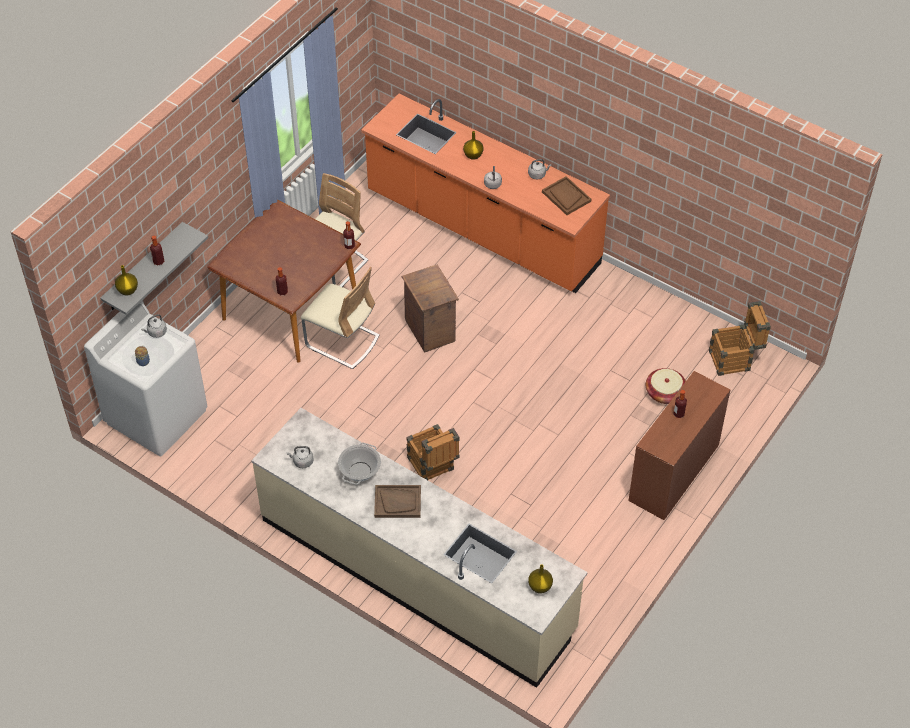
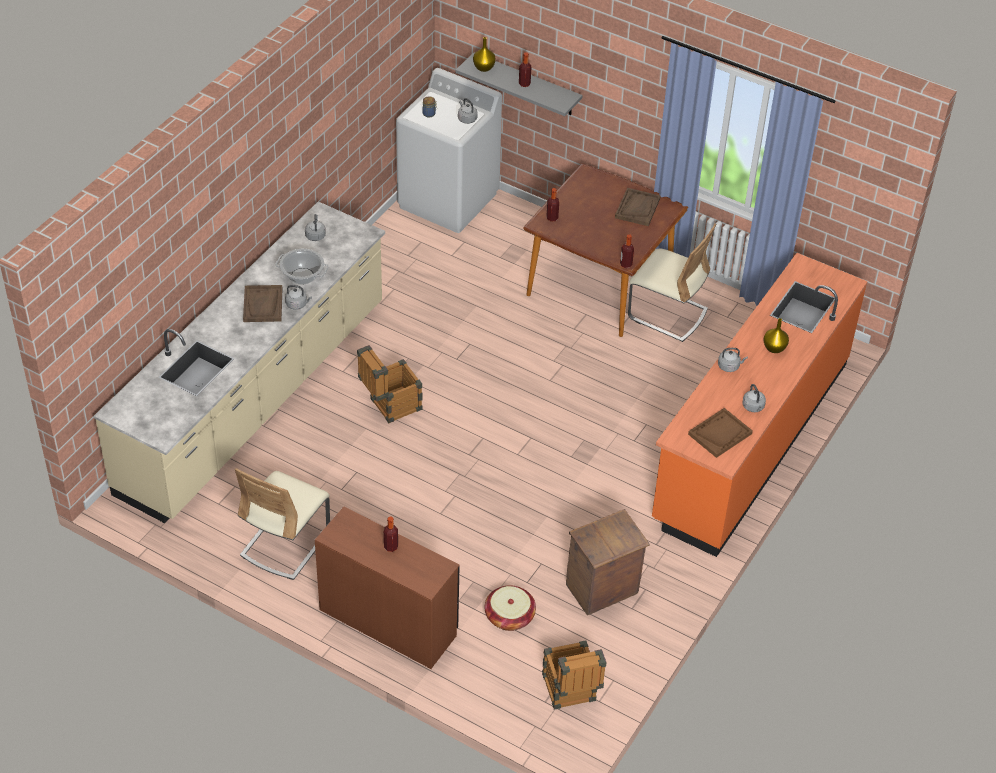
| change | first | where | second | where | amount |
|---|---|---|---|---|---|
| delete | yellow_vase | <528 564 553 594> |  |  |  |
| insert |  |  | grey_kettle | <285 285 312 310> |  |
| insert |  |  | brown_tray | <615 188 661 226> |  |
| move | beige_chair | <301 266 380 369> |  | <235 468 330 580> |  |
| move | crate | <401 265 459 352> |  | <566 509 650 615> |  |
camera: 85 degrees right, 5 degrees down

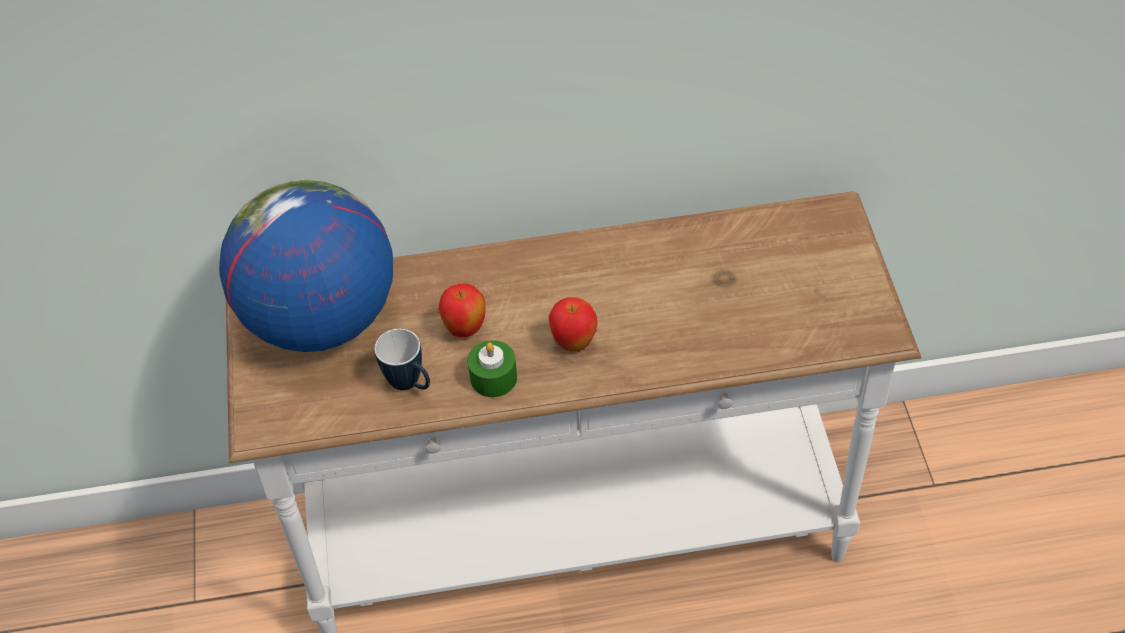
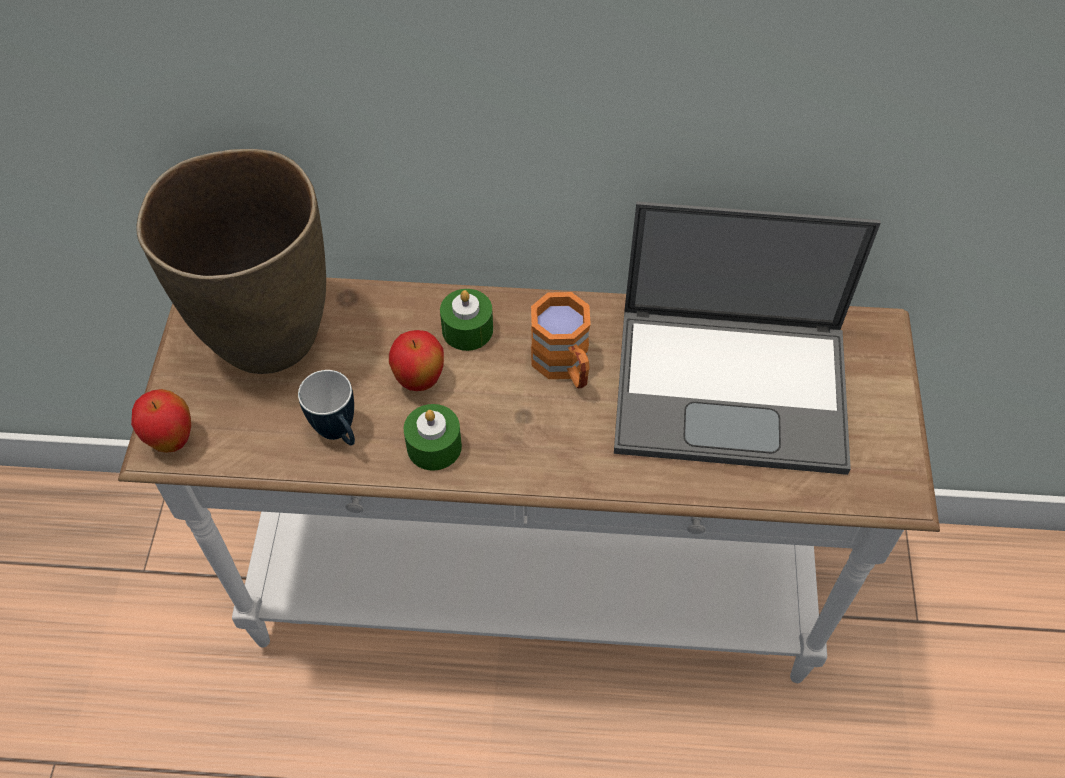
| change | first | where | second | where | amount |
|---|---|---|---|---|---|
| insert |  |  | green_candle | <440 289 493 351> |  |
| insert |  |  | orange_mug | <531 292 591 389> |  |
| insert |  |  | laptop | <614 201 881 475> |  |
| move | apple | <549 297 597 351> |  | <131 389 191 453> |  |
| replace | globe | <219 180 393 352> | brown_vase | <136 149 326 374> |  |
camera: 10 degrees right, 5 degrees up

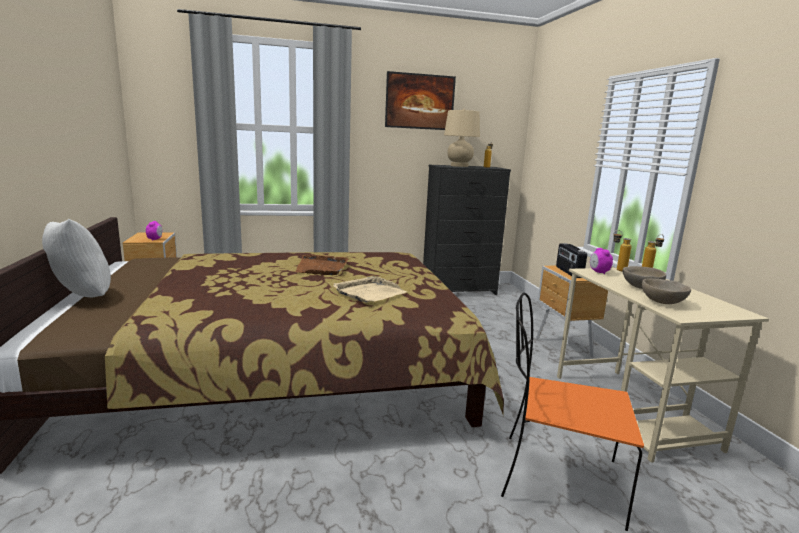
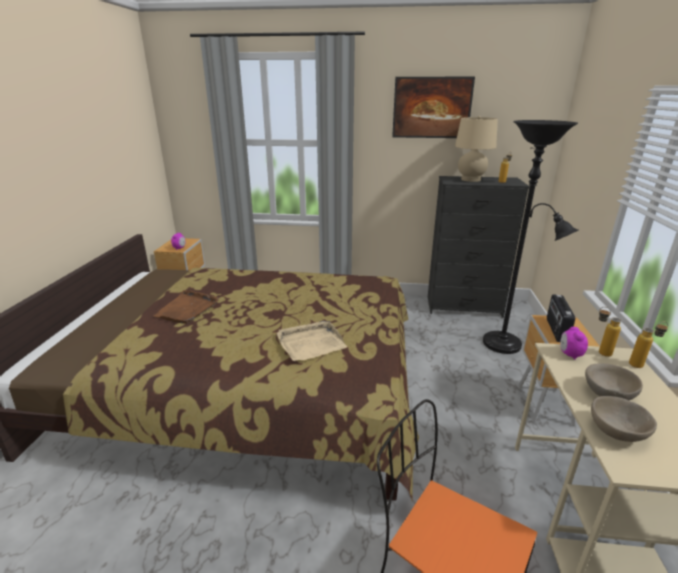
| change | first | where | second | where | amount |
|---|---|---|---|---|---|
| delete | white_pillow | <42 219 111 298> |  |  |  |
| insert |  |  | black_floor_lamp | <483 120 578 354> |  |
| move | brown_tray | <296 254 348 275> |  | <153 290 219 324> |  |
camera: 20 degrees right, 10 degrees up

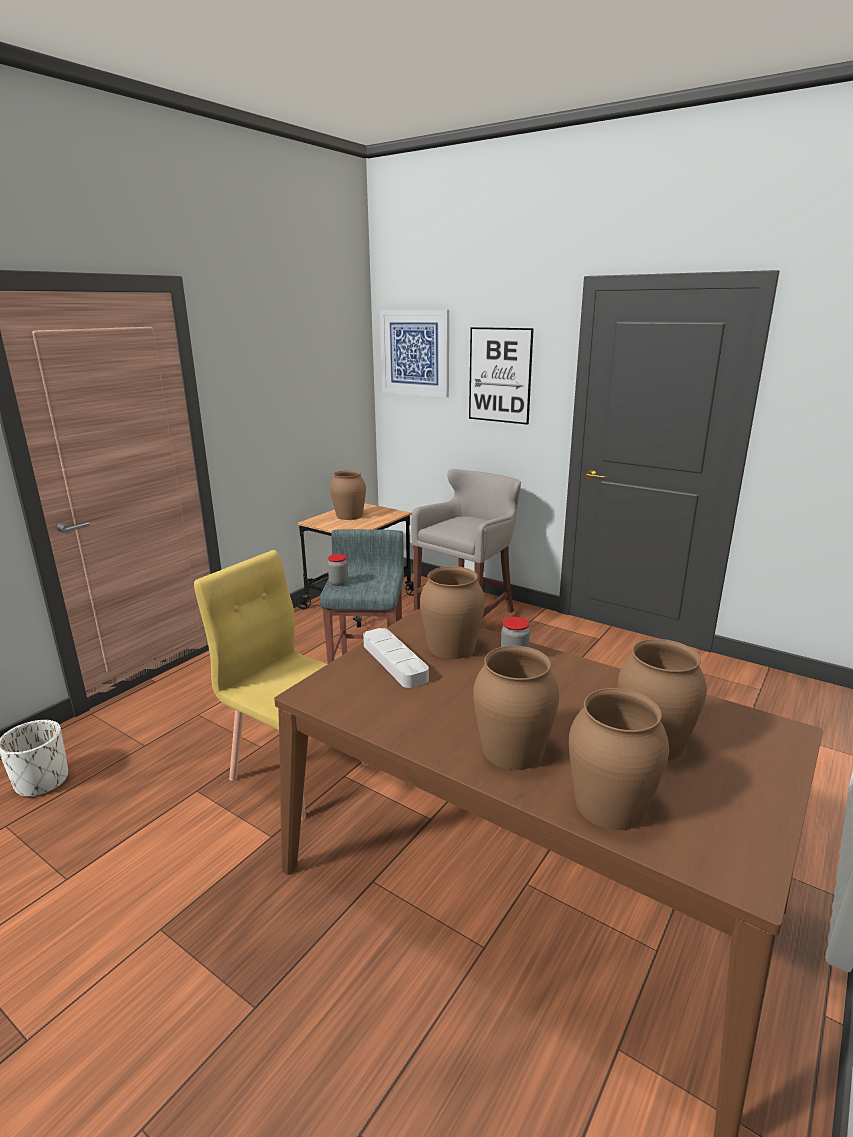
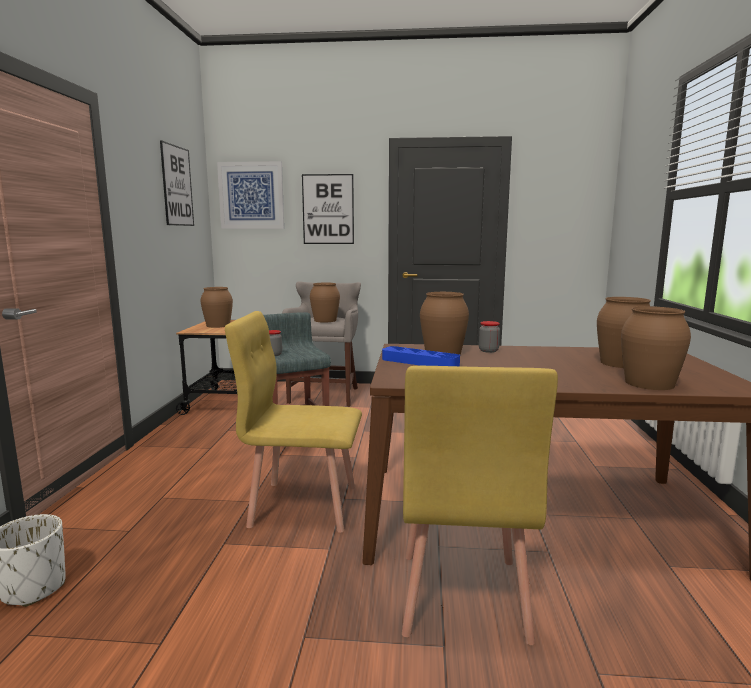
| change | first | where | second | where | amount |
|---|---|---|---|---|---|
| insert |  |  | picture | <160 140 194 226> |  |
| insert |  |  | yellow_chair | <402 366 558 645> |  |
| move | brown_vase | <473 646 559 770> |  | <310 283 340 322> |  |
| recolor | grey_tray | <363 628 429 688> | blue_tray | <382 346 460 366> |  |
camera: 30 degrees left, 10 degrees down

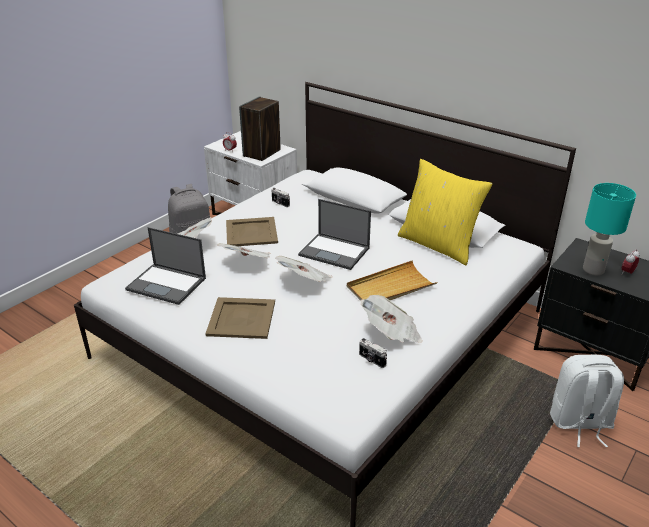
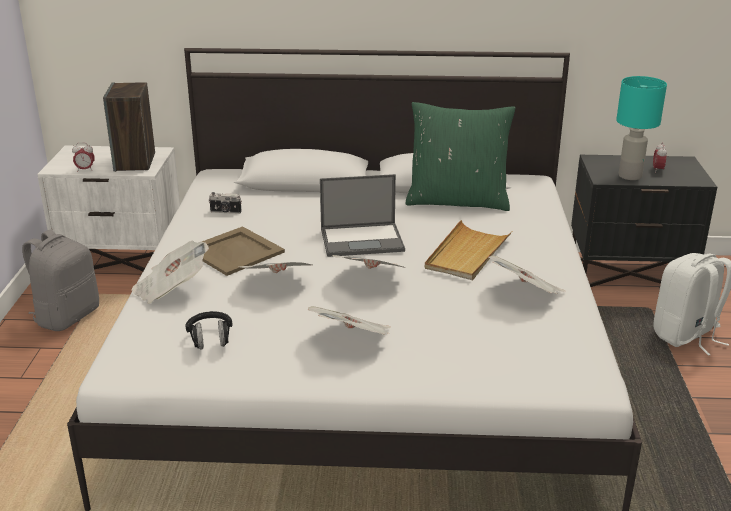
| change | first | where | second | where | amount |
|---|---|---|---|---|---|
| delete | photo_camera | <359 338 387 368> |  |  |  |
| replace | laptop | <125 227 206 305> | black_headphones | <185 311 233 350> |  |
| replace | beige_tray | <205 297 275 339> | newspaper | <308 306 391 335> |  |
| recolor | yellow_pillow | <398 159 492 265> | green_pillow | <406 102 515 211> |  |
camera: 35 degrees left, 5 degrees down

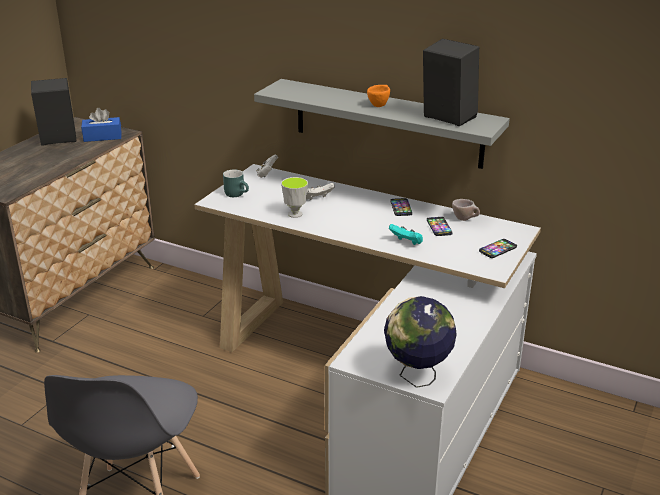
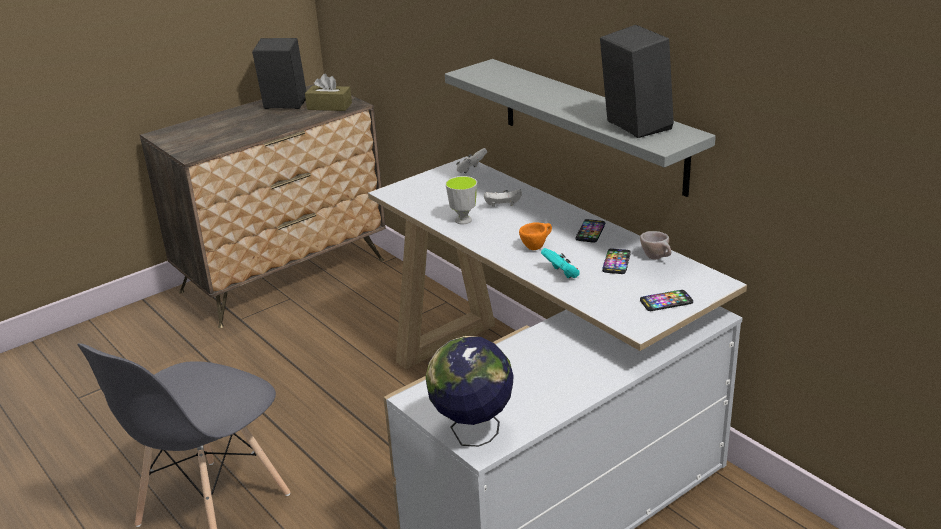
| change | first | where | second | where | amount |
|---|---|---|---|---|---|
| delete | turquoise_mug | <223 169 249 197> |  |  |  |
| move | orange_cup | <367 85 390 107> |  | <519 222 552 250> |  |
| recolor | blue_tissue_box | <81 108 121 142> | brown_tissue_box | <305 74 352 111> |  |
camera: 25 degrees right, 0 degrees up

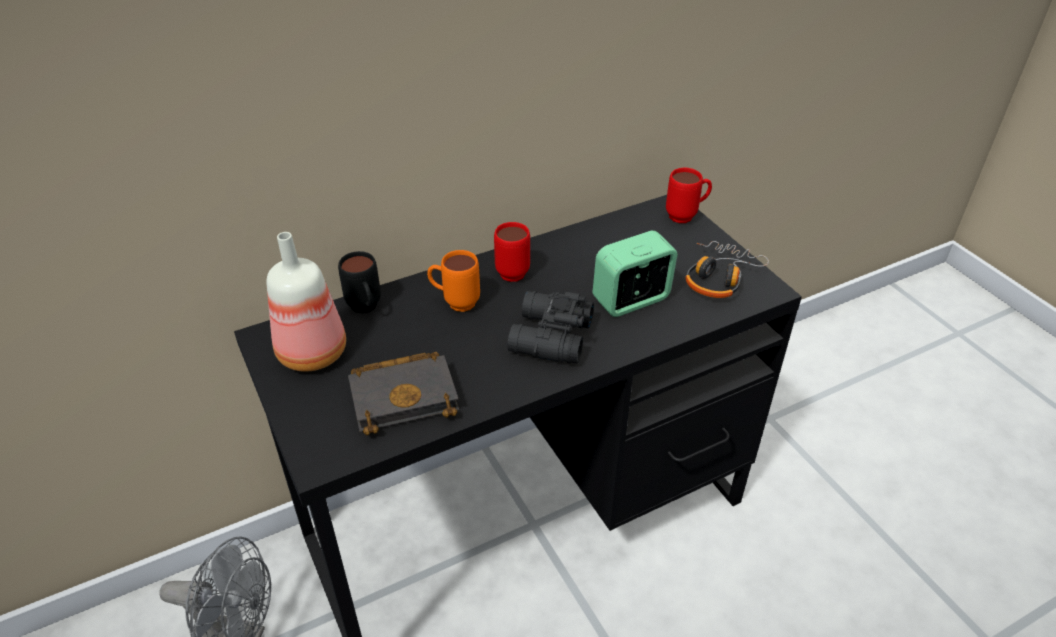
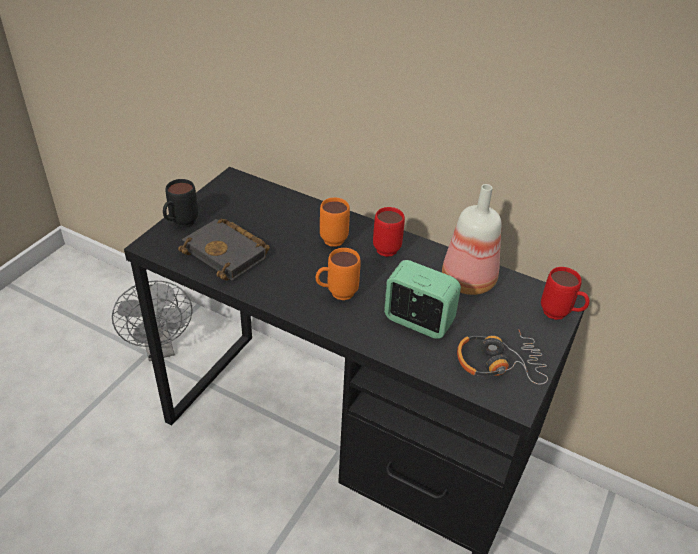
| change | first | where | second | where | amount |
|---|---|---|---|---|---|
| move | bottle | <267 232 346 372> |  | <442 184 501 295> |  |
| move | black_mug | <338 251 381 313> |  | <163 179 198 228> |  |
| replace | black_binoculars | <507 291 594 364> | orange_mug | <316 248 361 300> |  |
camera: 55 degrees right, 0 degrees up

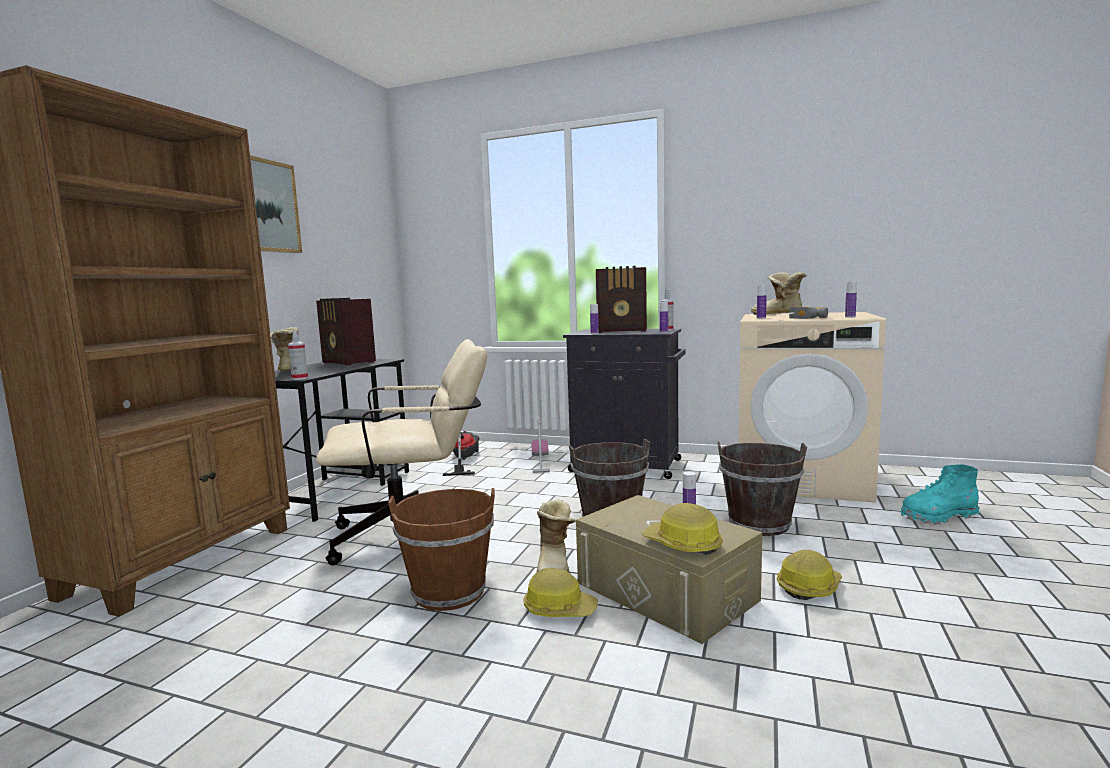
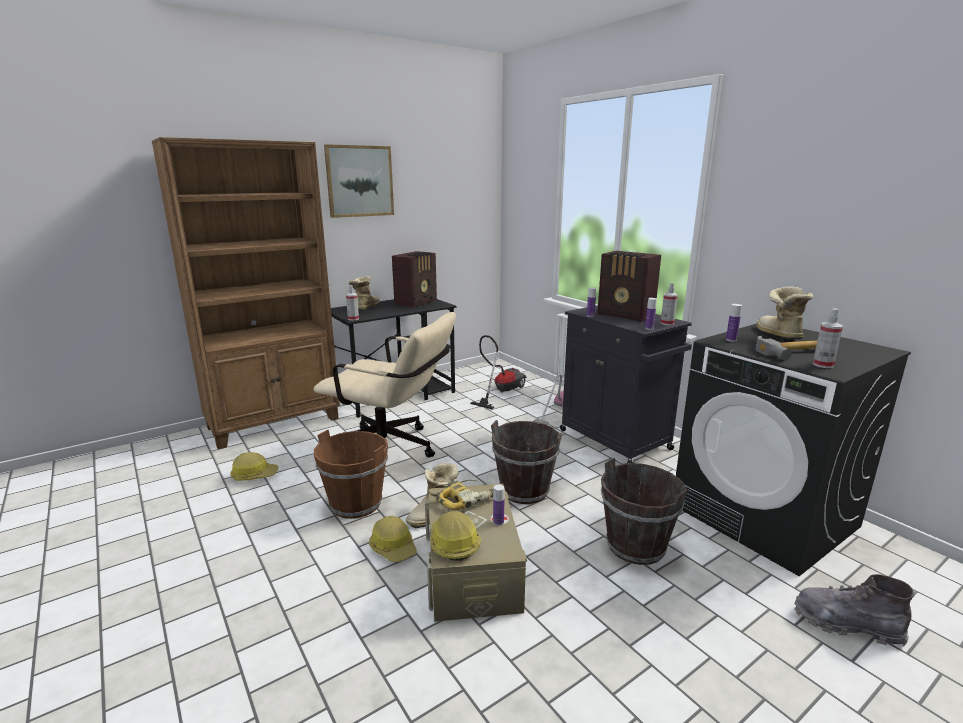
| change | first | where | second | where | amount |
|---|---|---|---|---|---|
| insert |  |  | power_drill | <428 480 493 510> |  |
| move | hard_hat | <777 550 842 600> |  | <230 452 279 481> |  |
| replace | bottle | <845 282 857 317> | spray_bottle | <813 308 843 368> |  |
| recolor | beige_washing_machine | <739 312 886 503> | black_washing_machine | <676 324 911 576> |  |
| recolor | turquoise_boot | <901 464 980 524> | grey_boot | <794 574 914 646> |  |
| rotate | radio | <316 298 376 366> |  | <392 251 437 308> | 135 degrees counterclockwise |
camera: 35 degrees right, 10 degrees up

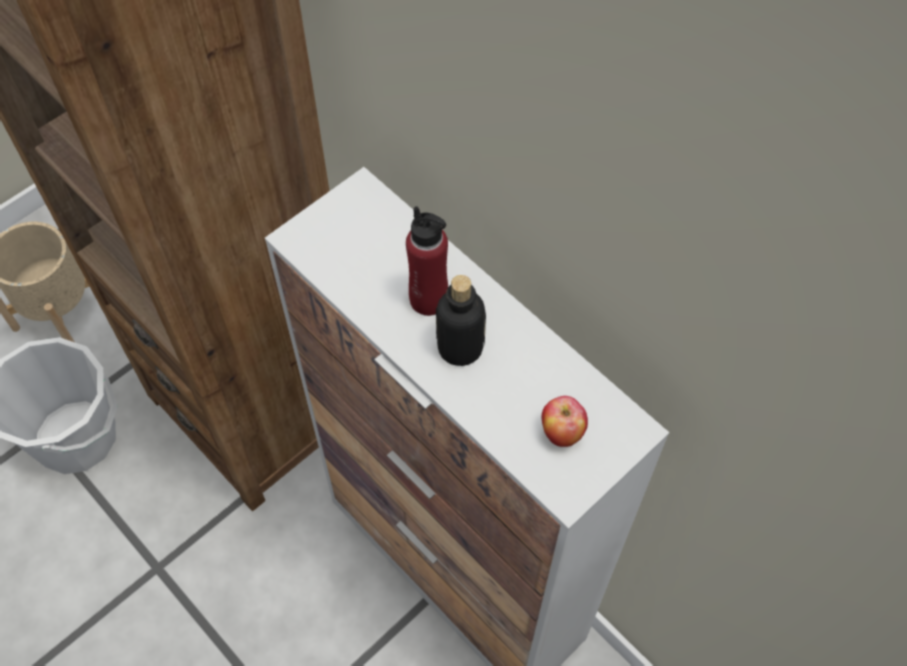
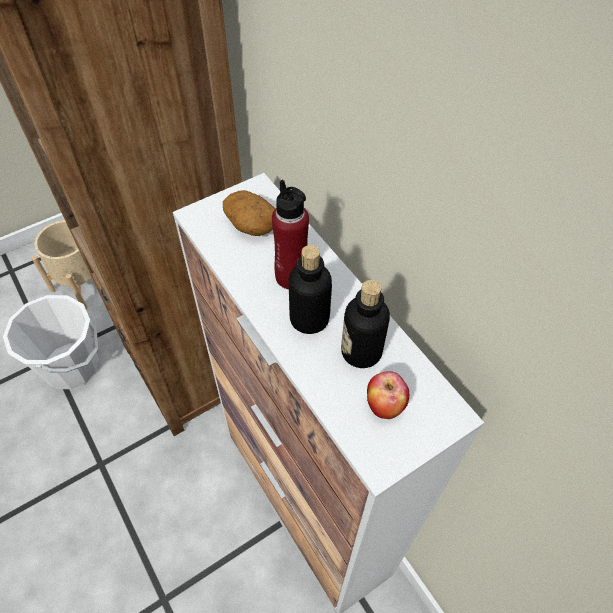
| change | first | where | second | where | amount |
|---|---|---|---|---|---|
| insert |  |  | potato | <223 190 275 236> |  |
| insert |  |  | bottle | <341 280 390 368> |  |
camera: 10 degrees right, 5 degrees down

